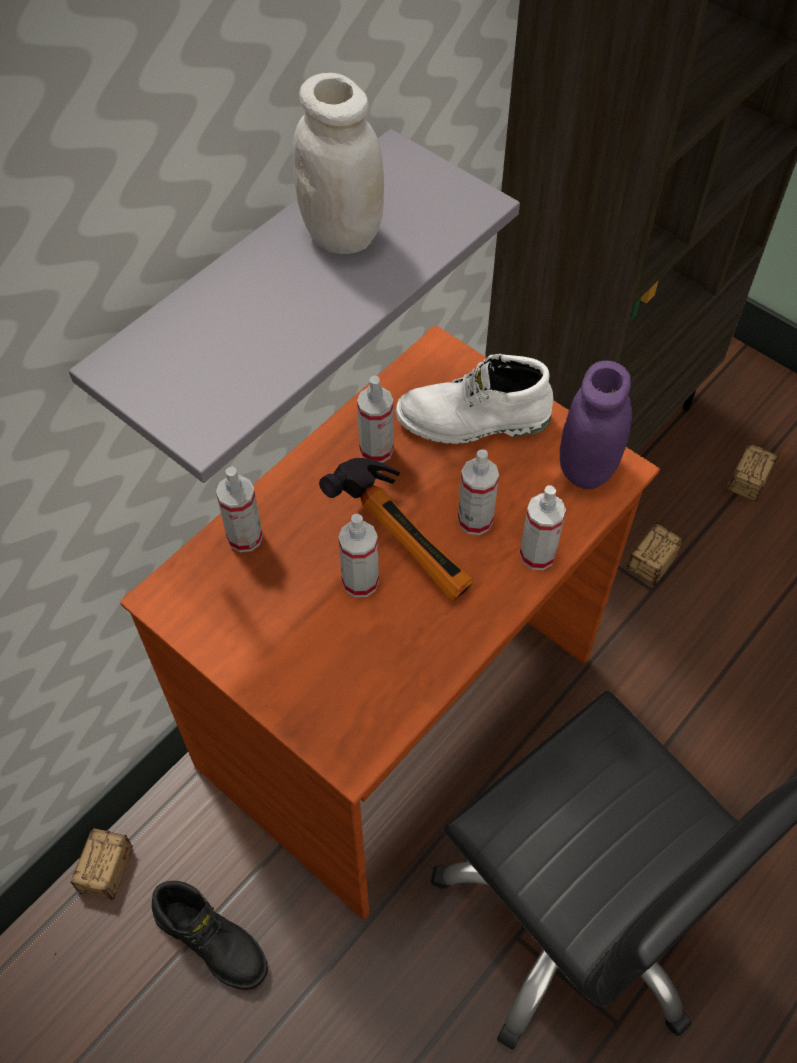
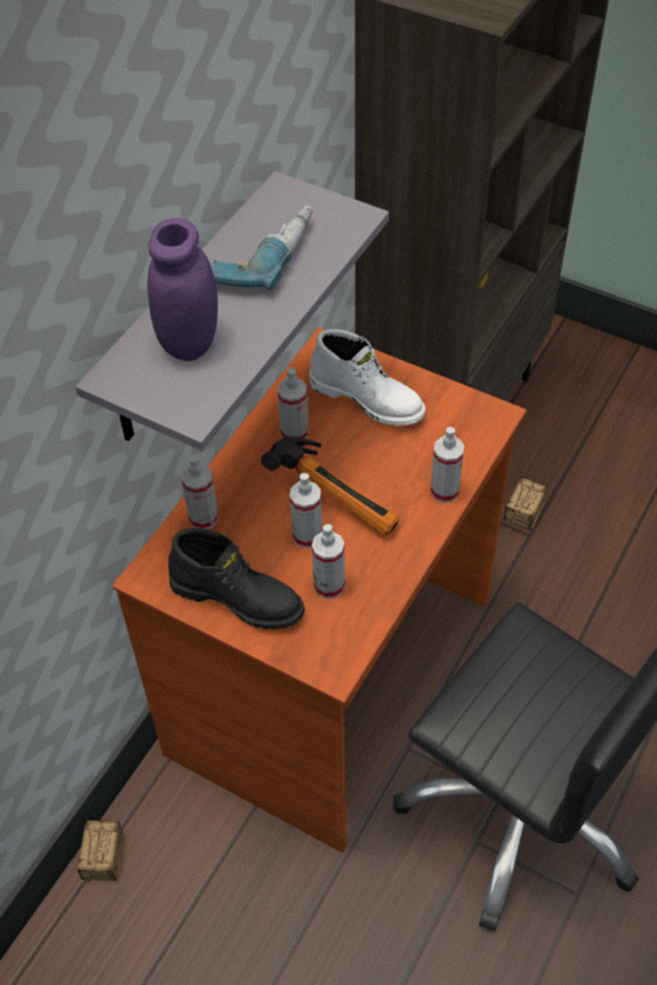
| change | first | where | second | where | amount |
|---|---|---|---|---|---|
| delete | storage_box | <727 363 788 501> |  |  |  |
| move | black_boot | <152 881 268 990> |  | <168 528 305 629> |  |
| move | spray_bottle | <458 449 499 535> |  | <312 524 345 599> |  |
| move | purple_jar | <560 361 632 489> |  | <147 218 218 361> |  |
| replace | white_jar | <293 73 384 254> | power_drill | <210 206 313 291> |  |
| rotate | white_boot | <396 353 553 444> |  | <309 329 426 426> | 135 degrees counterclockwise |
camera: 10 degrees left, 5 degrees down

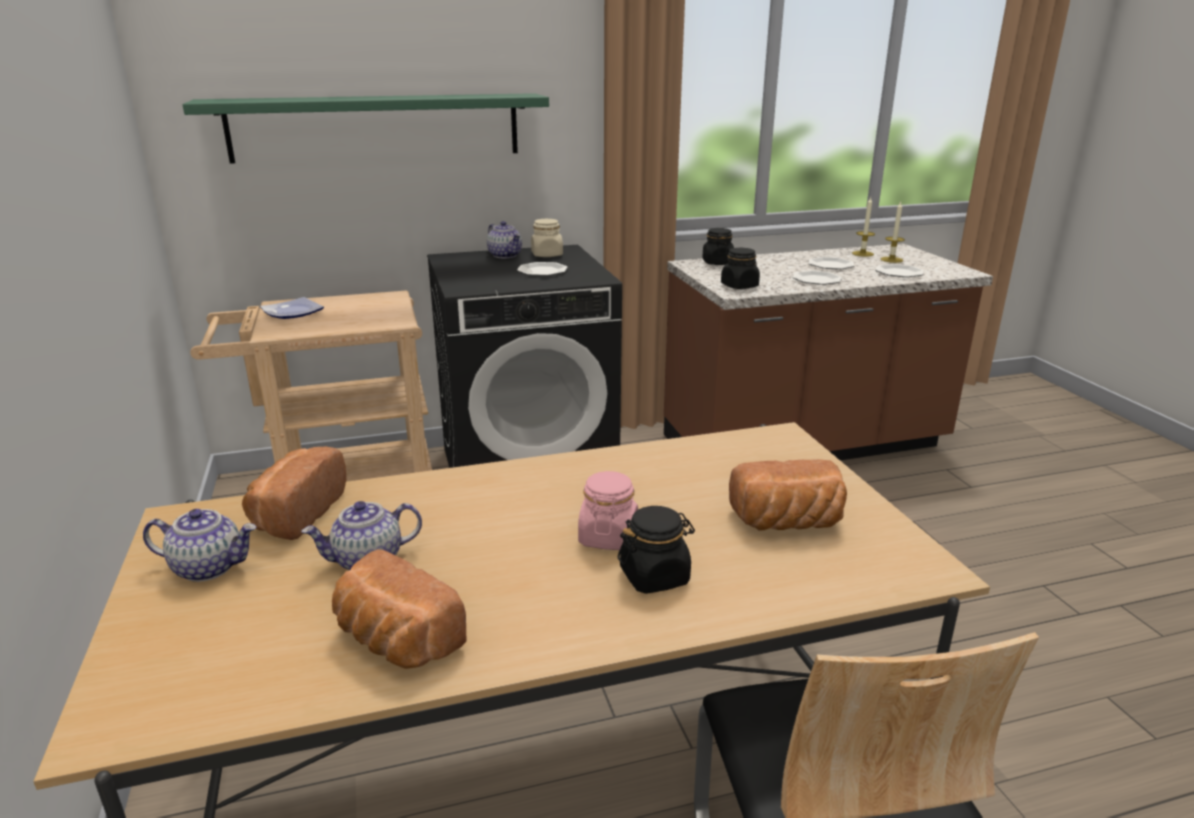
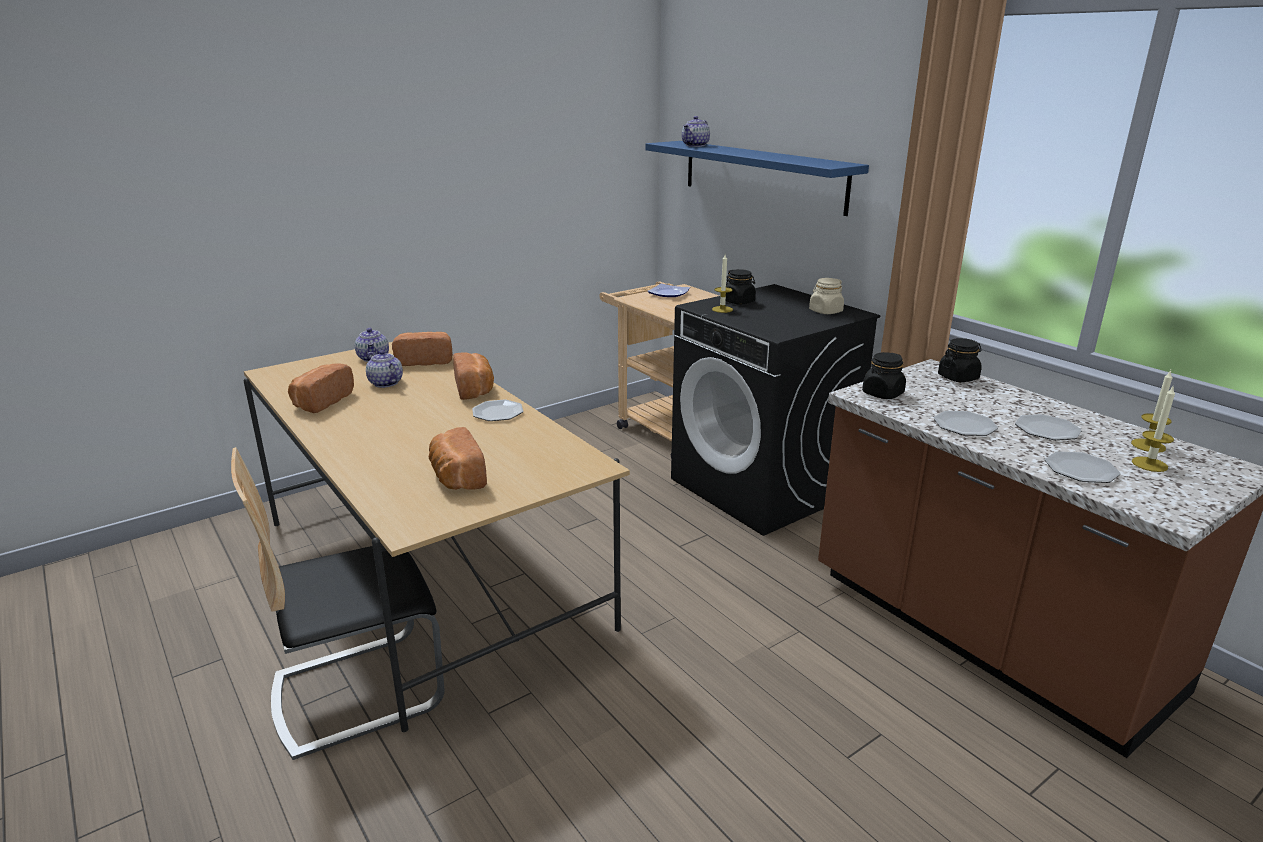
| change | first | where | second | where | amount |
|---|---|---|---|---|---|
| delete | pink_jar | <578 471 638 550> |  |  |  |
| insert |  |  | bread | <453 352 494 400> |  |
| insert |  |  | candle | <712 254 733 313> |  |
| move | teapot | <487 221 522 258> |  | <682 116 710 147> |  |
| move | plate | <517 262 568 276> |  | <472 399 523 421> |  |
| move | black_jar | <618 506 695 594> |  | <726 269 756 304> |  |
| recolor | green_shelf | <183 93 549 164> | blue_shelf | <645 141 869 216> |  |
camera: 70 degrees right, 0 degrees up

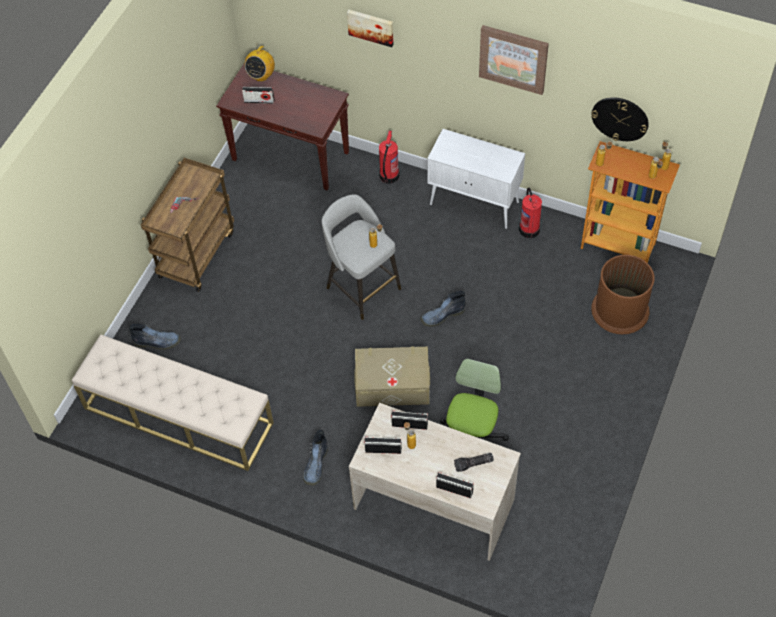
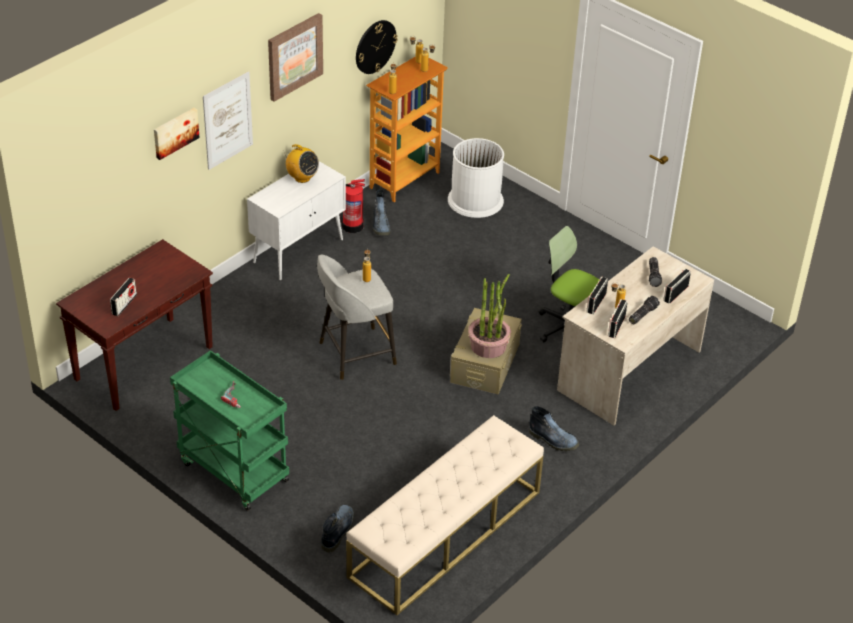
| change | first | where | second | where | amount |
|---|---|---|---|---|---|
| delete | fire_extinguisher | <379 130 400 184> |  |  |  |
| insert |  |  | picture | <203 72 253 170> |  |
| insert |  |  | potted_plant | <468 274 511 358> |  |
| insert |  |  | flashlight | <629 296 660 324> |  |
| move | radio | <244 46 275 82> |  | <284 144 319 183> |  |
| move | boot | <420 291 466 327> |  | <373 189 391 235> |  |
| recolor | brown_cart | <141 158 234 292> | green_cart | <170 350 289 511> |  |
| recolor | brown_trash_can | <591 255 655 334> | white_trash_can | <448 138 504 218> |  |
camera: 75 degrees left, 15 degrees down

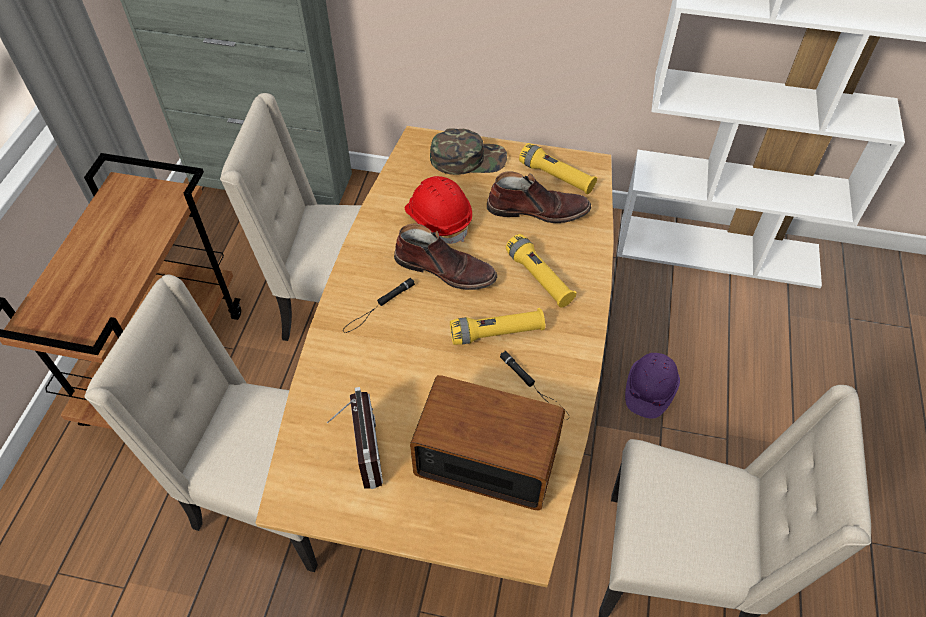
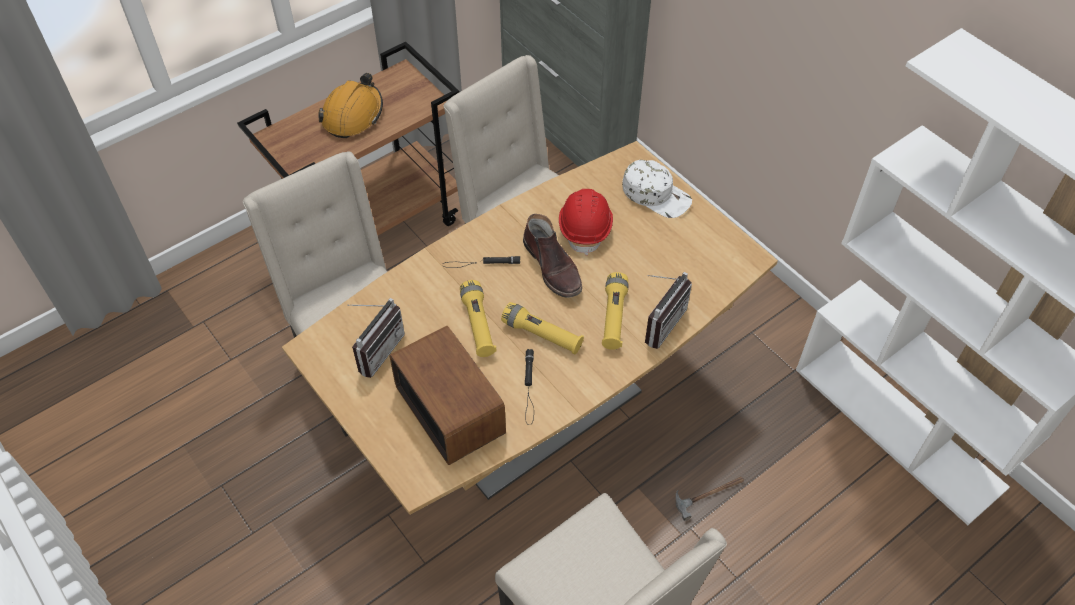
| change | first | where | second | where | amount |
|---|---|---|---|---|---|
| delete | brown_boot | <487 172 591 223> |  |  |  |
| insert |  |  | orange_hard_hat | <318 73 383 138> |  |
| insert |  |  | radio | <645 272 692 349> |  |
| move | yellow_flashlight | <519 143 597 194> |  | <460 280 497 357> |  |
| replace | purple_hard_hat | <625 353 680 419> | hammer | <675 477 744 521> |  |
| recolor | green_cap | <430 128 507 175> | white_cap | <622 160 692 218> |  |
camera: 40 degrees right, 0 degrees up

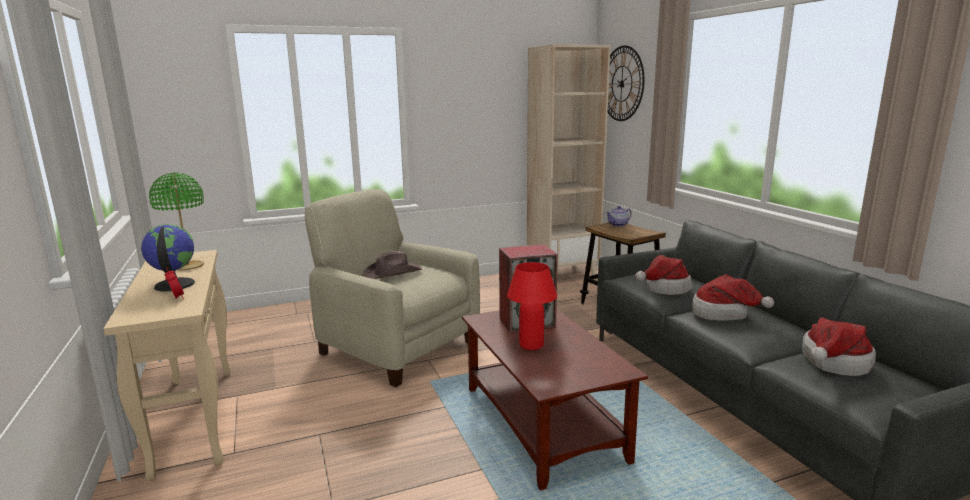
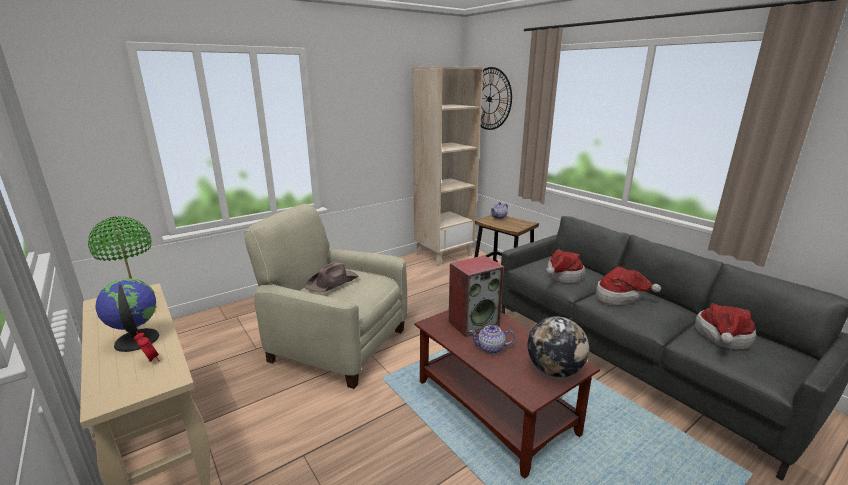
| change | first | where | second | where | amount |
|---|---|---|---|---|---|
| insert |  |  | globe | <528 316 589 377> |  |
| replace | red_table_lamp | <507 262 557 350> | teapot | <469 325 515 354> |  |
camera: 15 degrees left, 5 degrees up

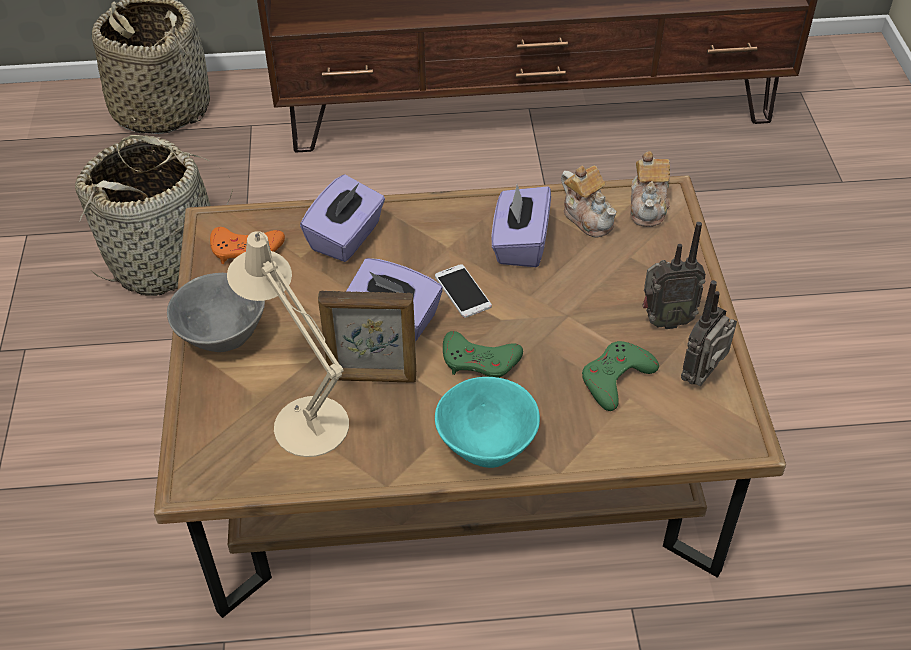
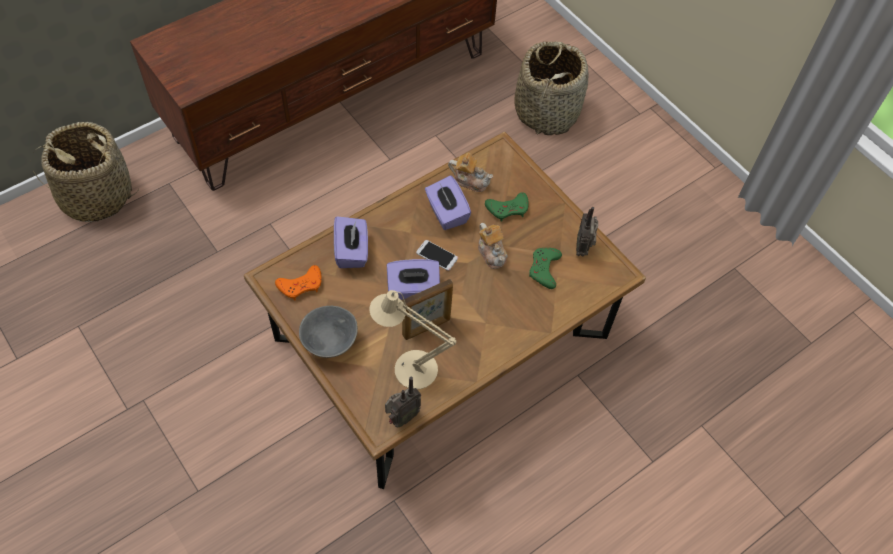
| change | first | where | second | where | amount |
|---|---|---|---|---|---|
| delete | turquoise_bowl | <435 377 540 468> |  |  |  |
| move | basket | <75 135 233 296> |  | <515 41 589 135> |  |
| move | green_game_controller | <443 331 523 378> |  | <485 192 529 221> |  |
| move | teapot | <630 151 670 227> |  | <478 223 508 269> |  |
| move | radio | <643 222 706 329> |  | <385 377 421 428> |  |
camera: 35 degrees left, 10 degrees up

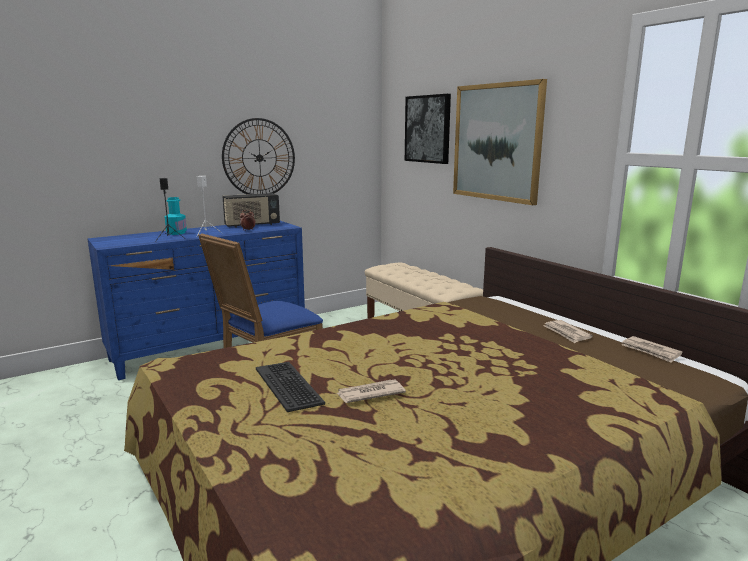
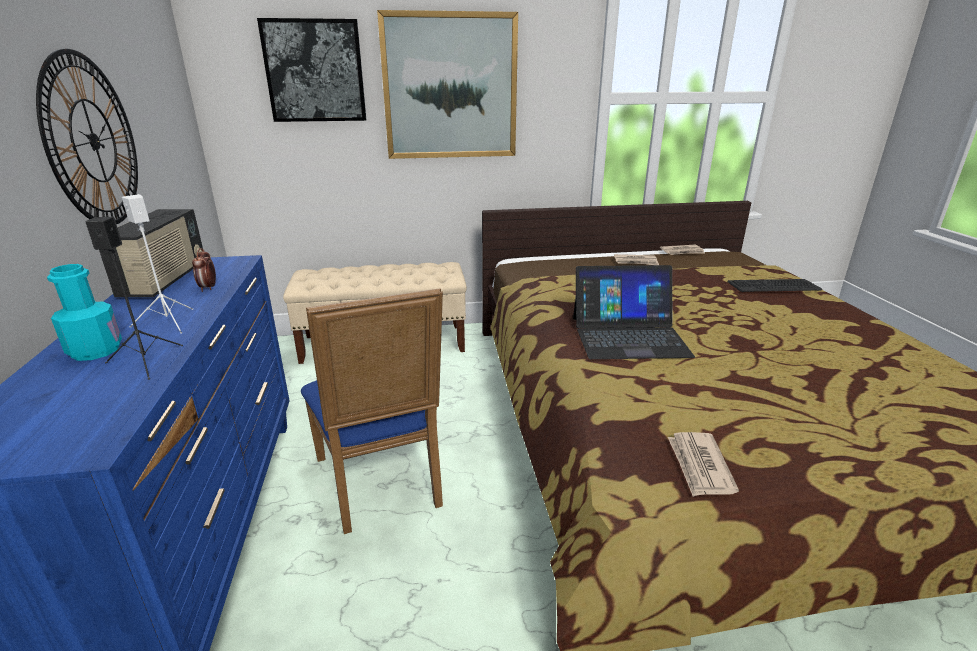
| change | first | where | second | where | amount |
|---|---|---|---|---|---|
| insert |  |  | laptop | <573 265 695 359> |  |
| move | keyboard | <256 362 325 412> |  | <727 279 822 292> |  |
| move | newspaper | <337 379 406 403> |  | <668 432 739 497> |  |
camera: 65 degrees left, 10 degrees up

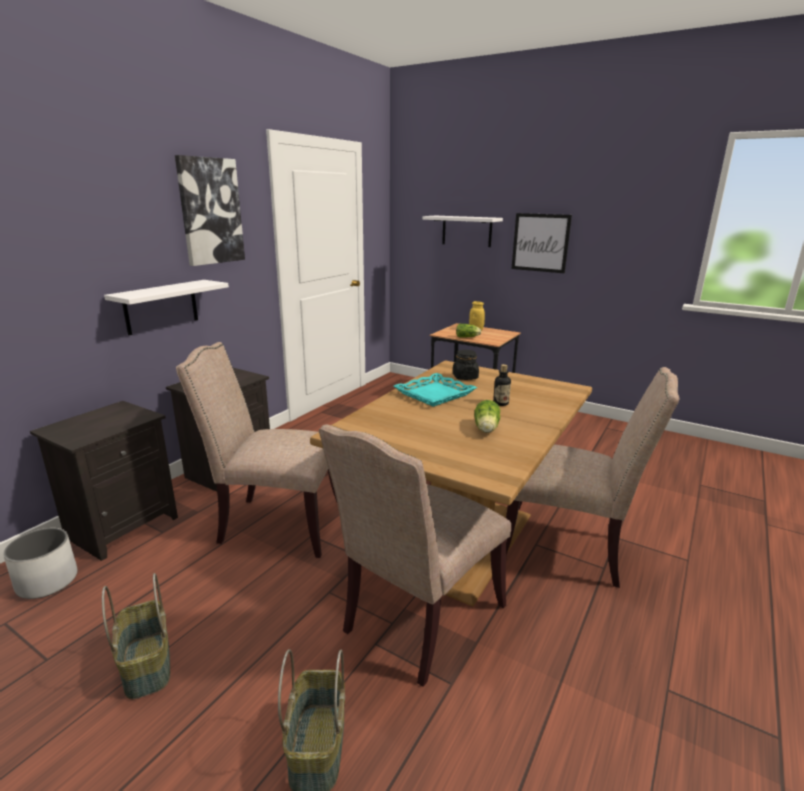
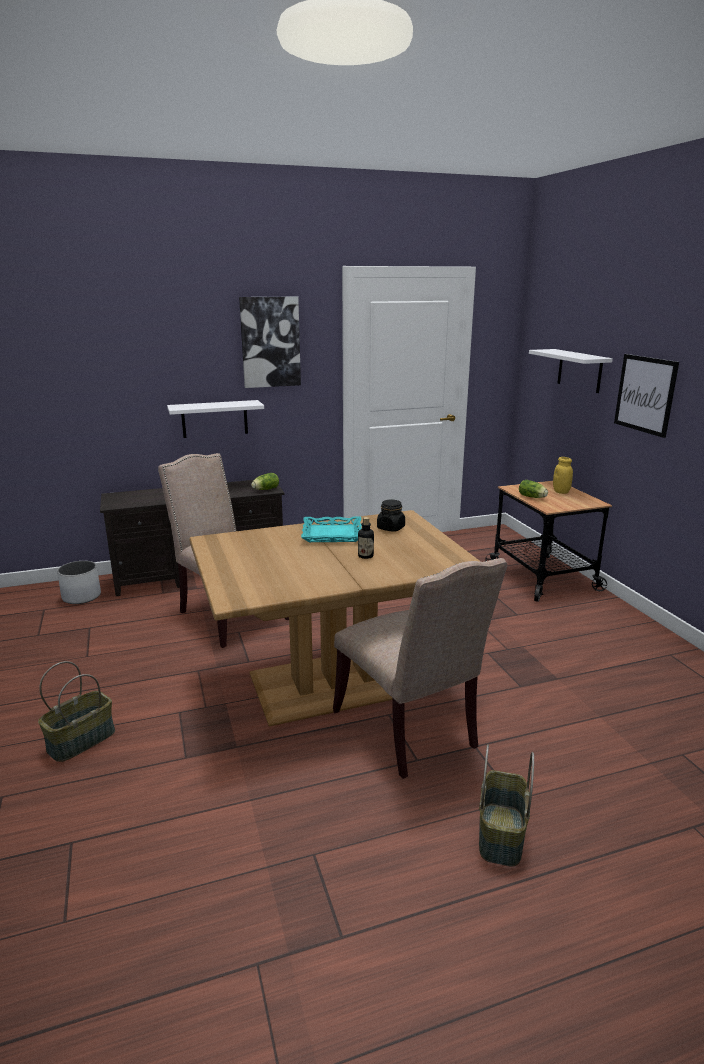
| change | first | where | second | where | amount |
|---|---|---|---|---|---|
| delete | beige_chair | <319 424 511 687> |  |  |  |
| move | basket | <102 573 170 699> |  | <479 744 534 867> |  |
| move | lettuce | <474 400 500 433> |  | <251 473 279 490> |  |
camera: 40 degrees right, 0 degrees up

